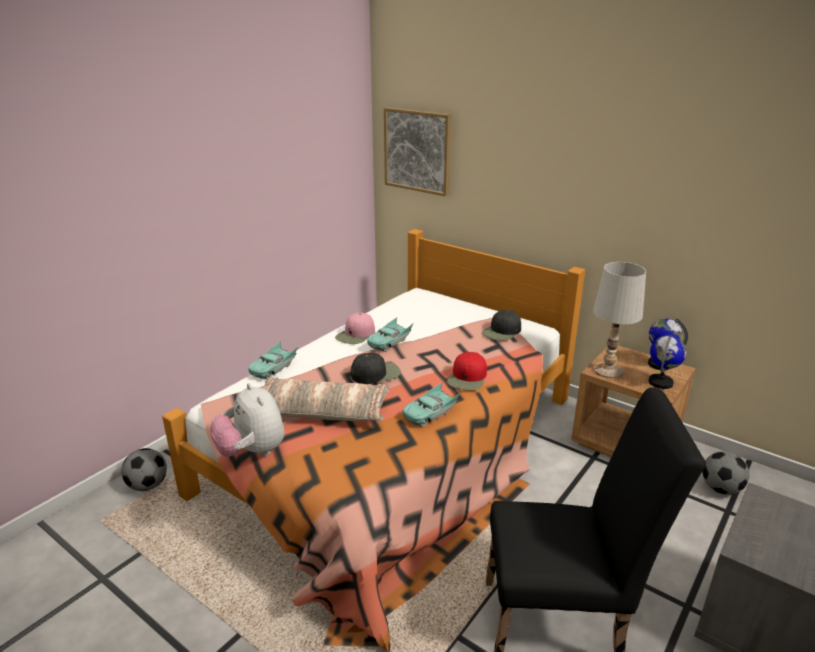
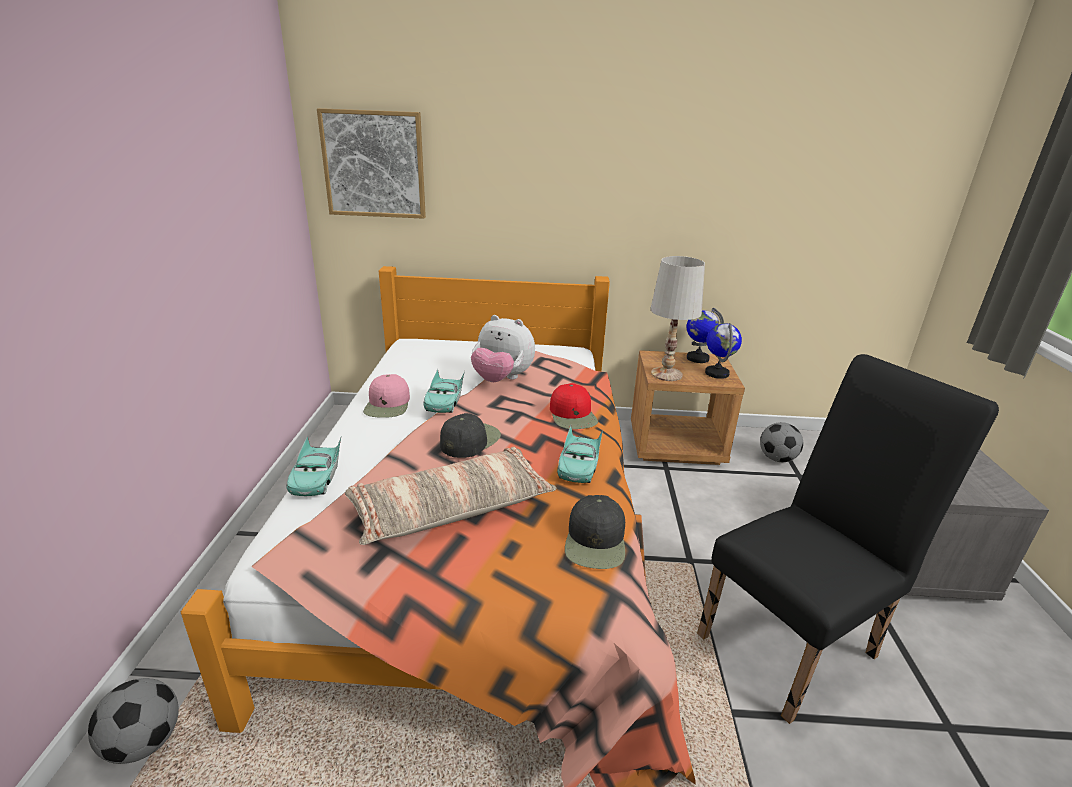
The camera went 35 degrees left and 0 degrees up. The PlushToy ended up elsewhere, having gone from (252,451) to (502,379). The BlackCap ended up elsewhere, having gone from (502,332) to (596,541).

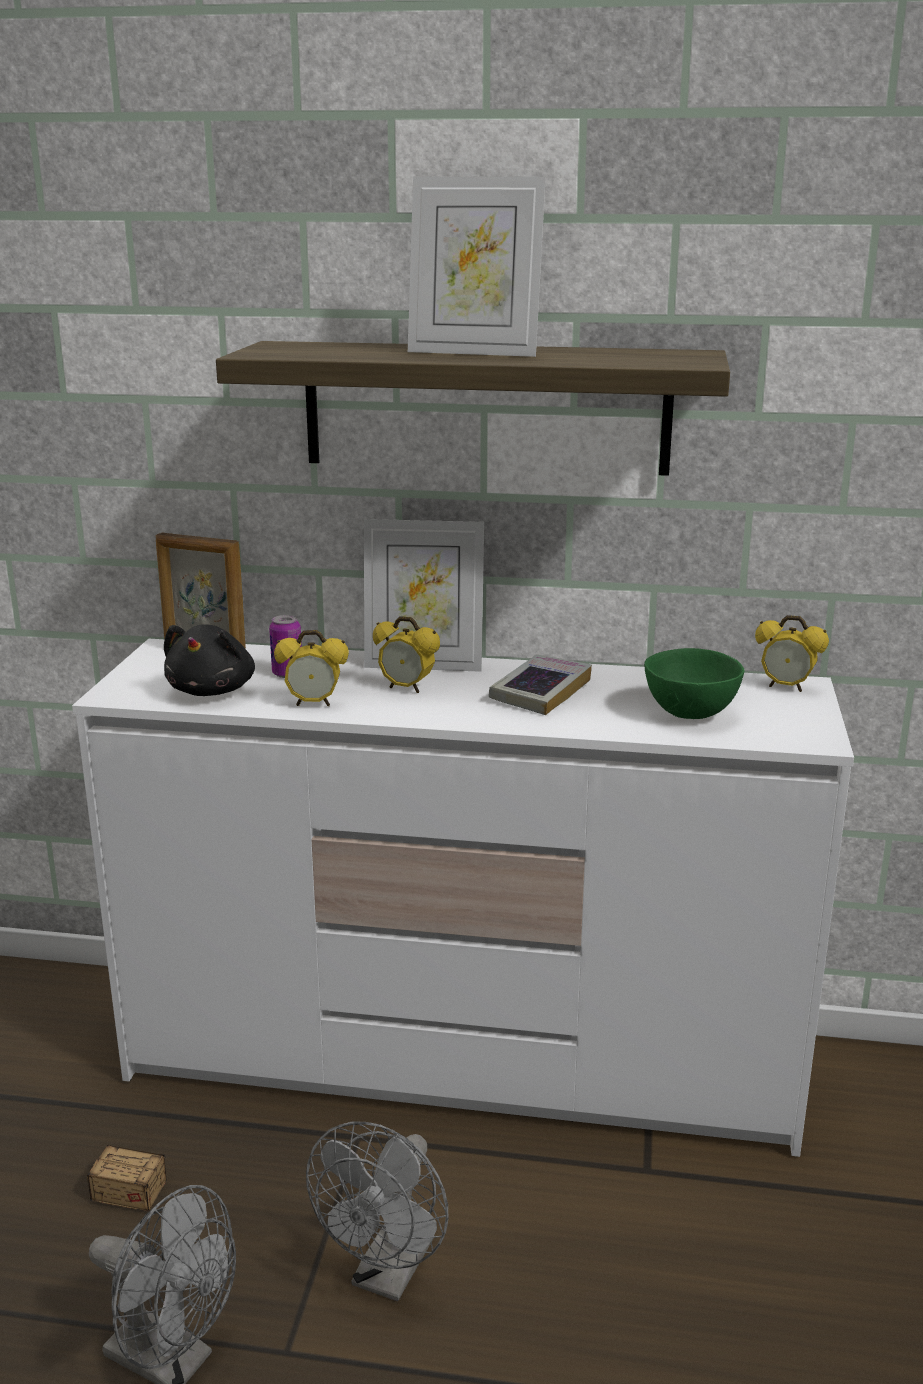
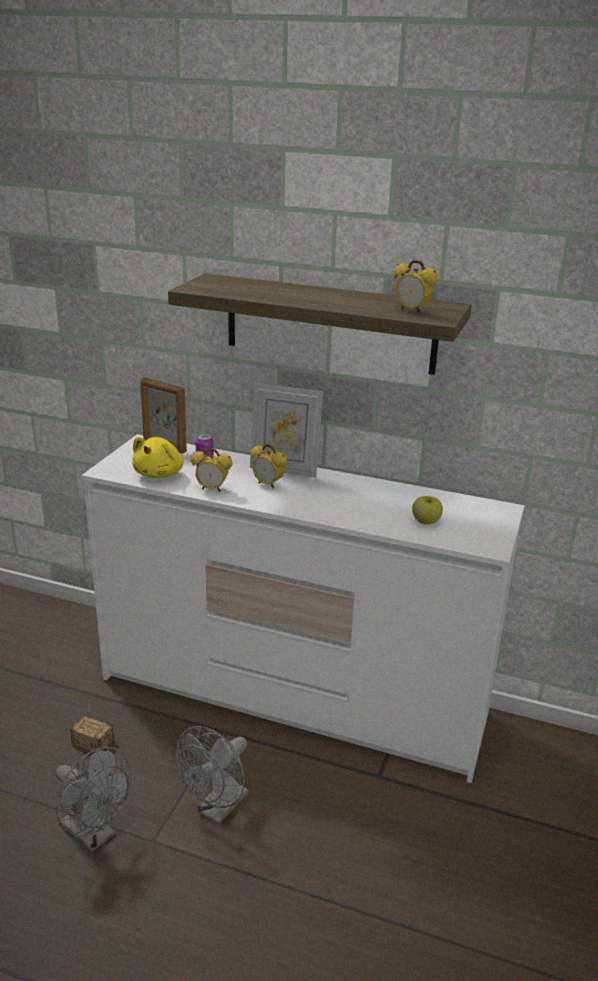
The camera went 10 degrees right and 5 degrees up. What was the BlackPlushToy at (213,690) turned into the YellowPlushToy at (160,474). The AlarmClock ended up elsewhere, having gone from (786,687) to (412,311). Where the GreenBowl stood at (691,714), the Apple came to stand at (426,521). The second view lost the PictureFrame at (474,352). The second view lost the Book at (540,692).

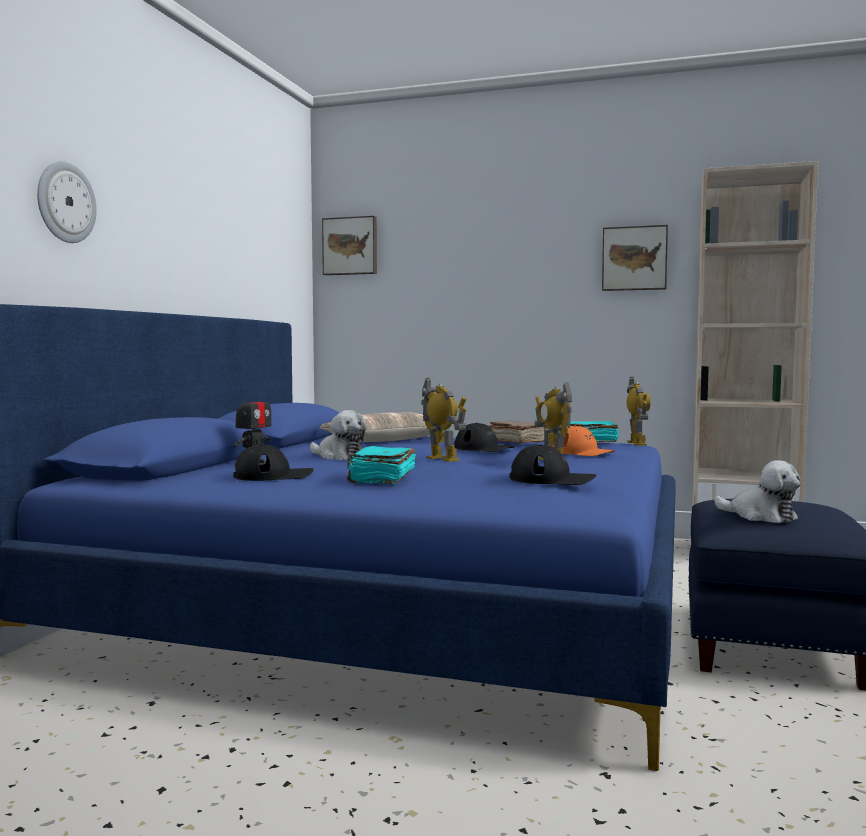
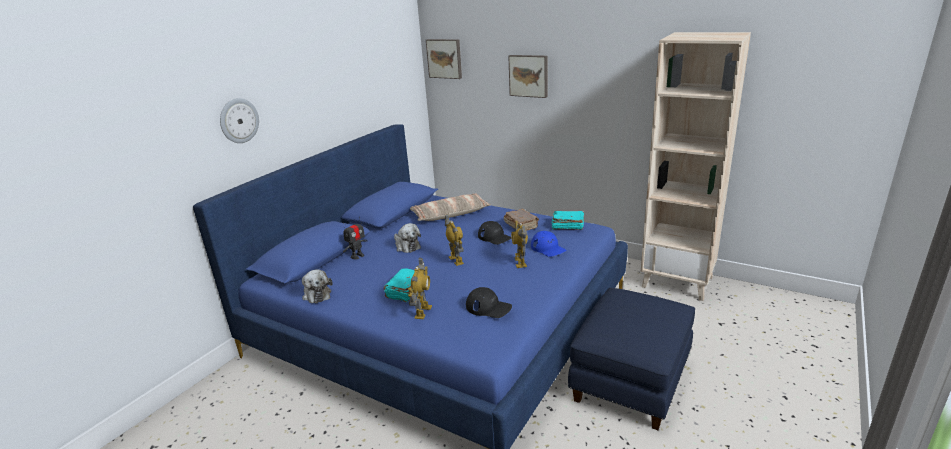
The camera went 15 degrees right and 20 degrees up. The PlushToy ended up elsewhere, having gone from (760,516) to (316,294). The ToyRobot ended up elsewhere, having gone from (637,443) to (422,312). The Picture ended up elsewhere, having gone from (634,258) to (529,75). What was the OrangeCap at (582,452) turned into the BlueCap at (548,248). The second view lost the BlackCap at (273,476).

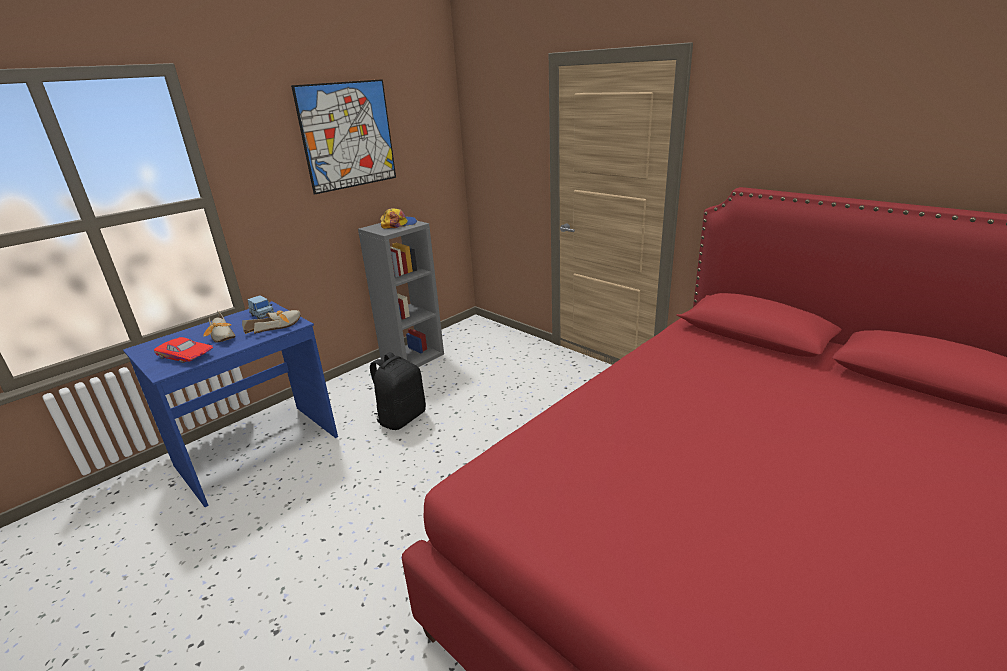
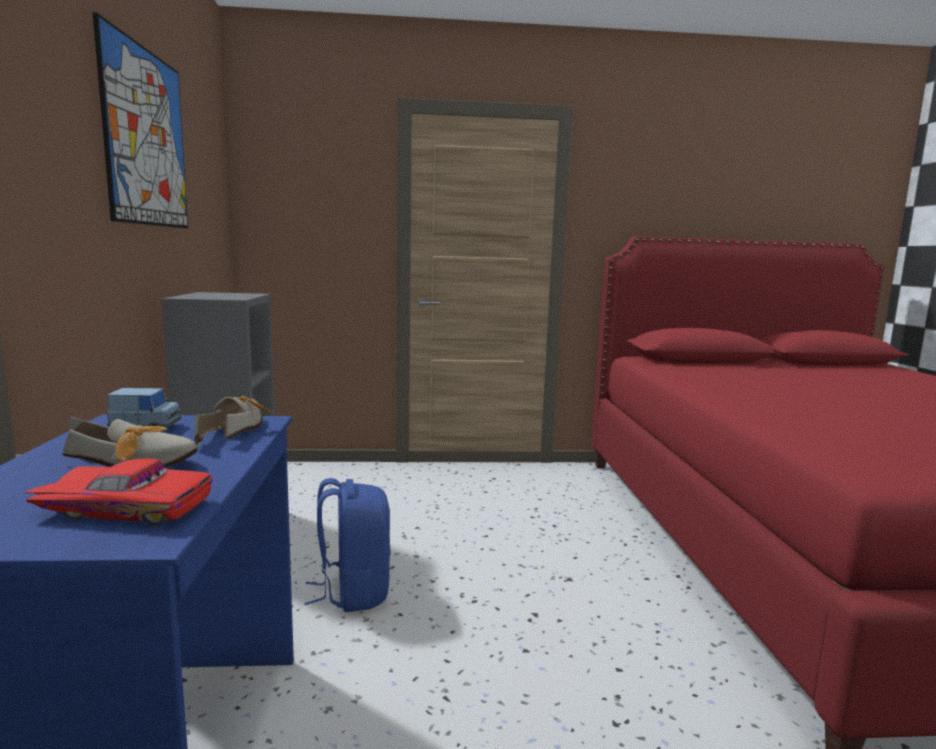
The camera went 50 degrees left and 15 degrees down. The RedToyCar at (184,356) ended up facing another way, 150 degrees counterclockwise from before. What was the BlackBackpack at (401,417) turned into the BlueBackpack at (353,592). The second view lost the Cap at (399,224).

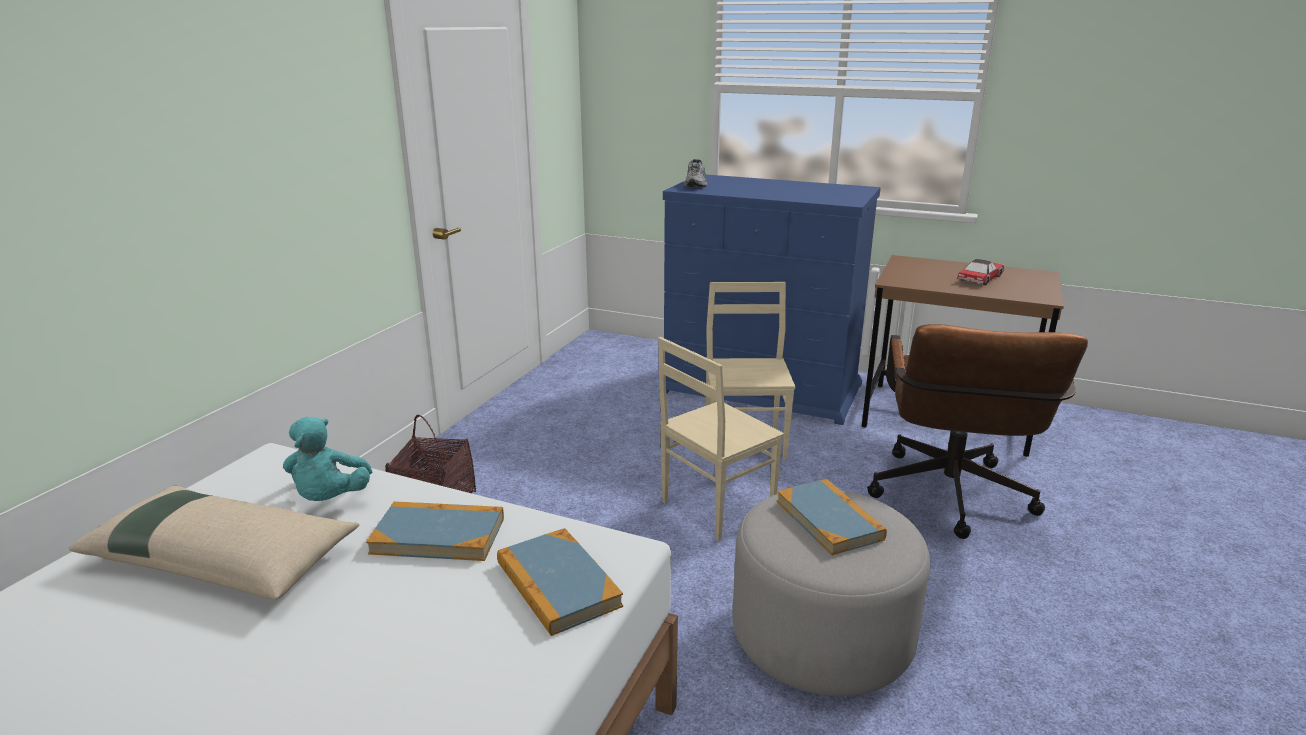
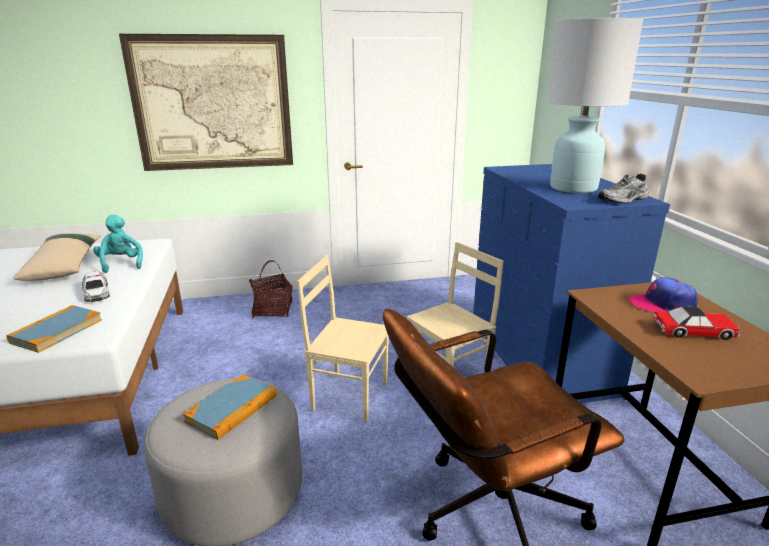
The camera went 55 degrees right and 0 degrees up. Where the Book stood at (438,535), the ToyCar came to stand at (96,293). The TurquoisePlushToy at (330,499) ended up facing another way, 105 degrees clockwise from before. The second view gained the Picture at (213,104). The second view gained the WhiteTableLamp at (573,188). The GreyShoe ended up elsewhere, having gone from (697,184) to (624,200). The second view gained the Cap at (662,304).

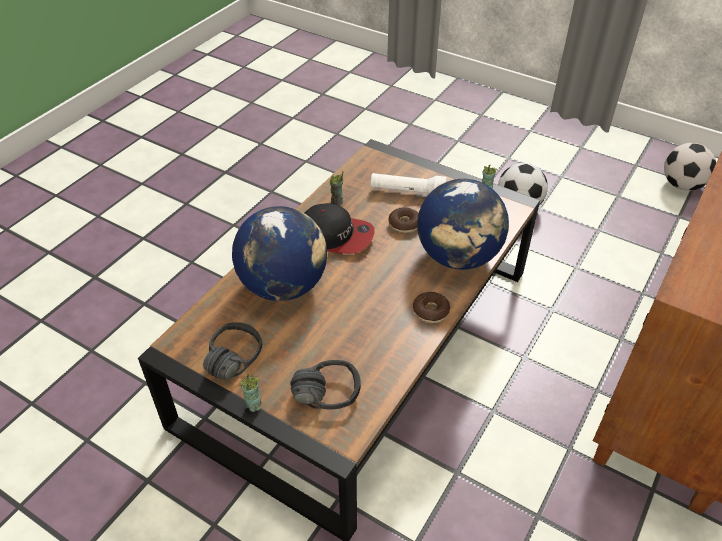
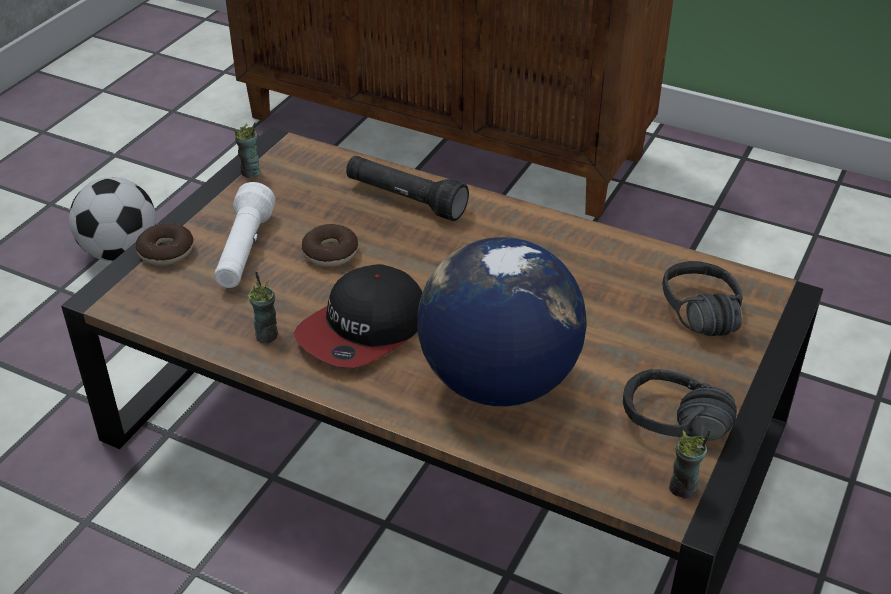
The camera went 95 degrees left and 5 degrees down. The Donut ended up elsewhere, having gone from (430,311) to (166,252). The Cap at (335,236) ended up facing another way, 150 degrees counterclockwise from before. Where the Globe stood at (458,257), the BlackFlashlight came to stand at (405,199). The Cup ended up elsewhere, having gone from (253,405) to (683,489). The second view lost the Football at (682,185).

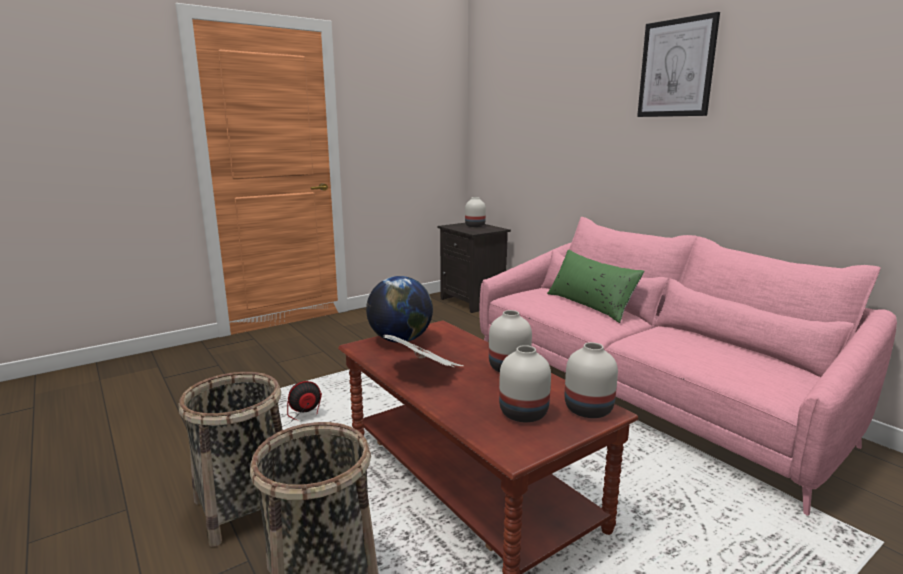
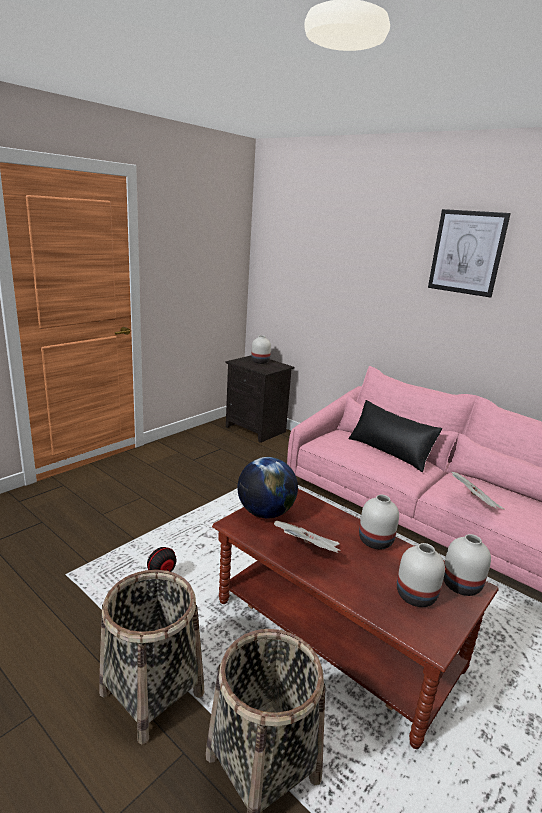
The camera went 15 degrees left and 5 degrees up. What was the GreenPillow at (590,305) turned into the BlackPillow at (389,451). The second view gained the Newspaper at (474,504).

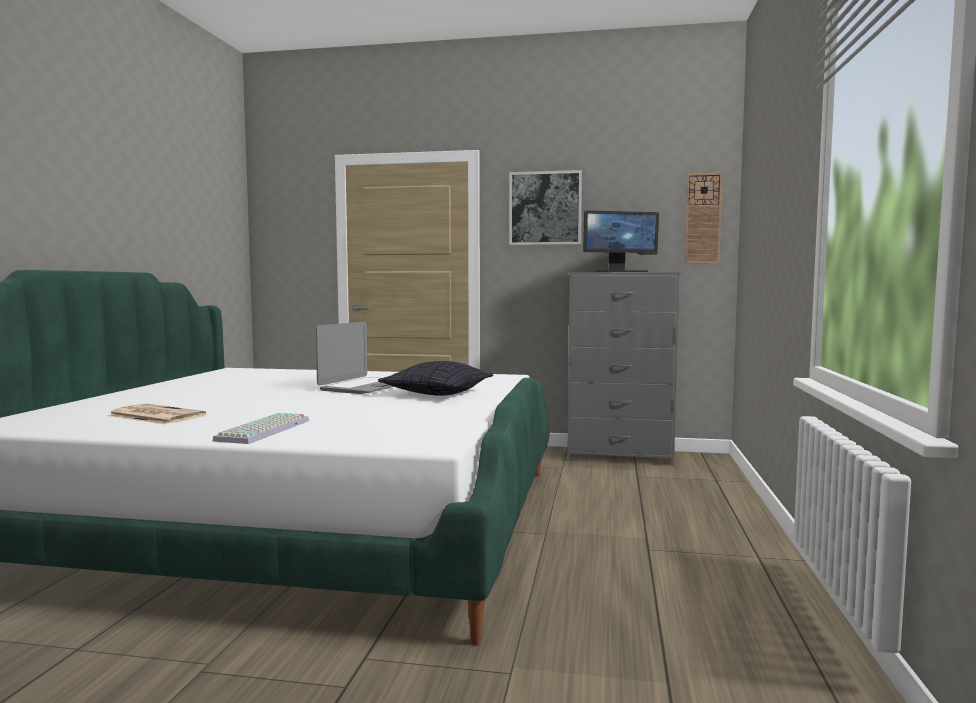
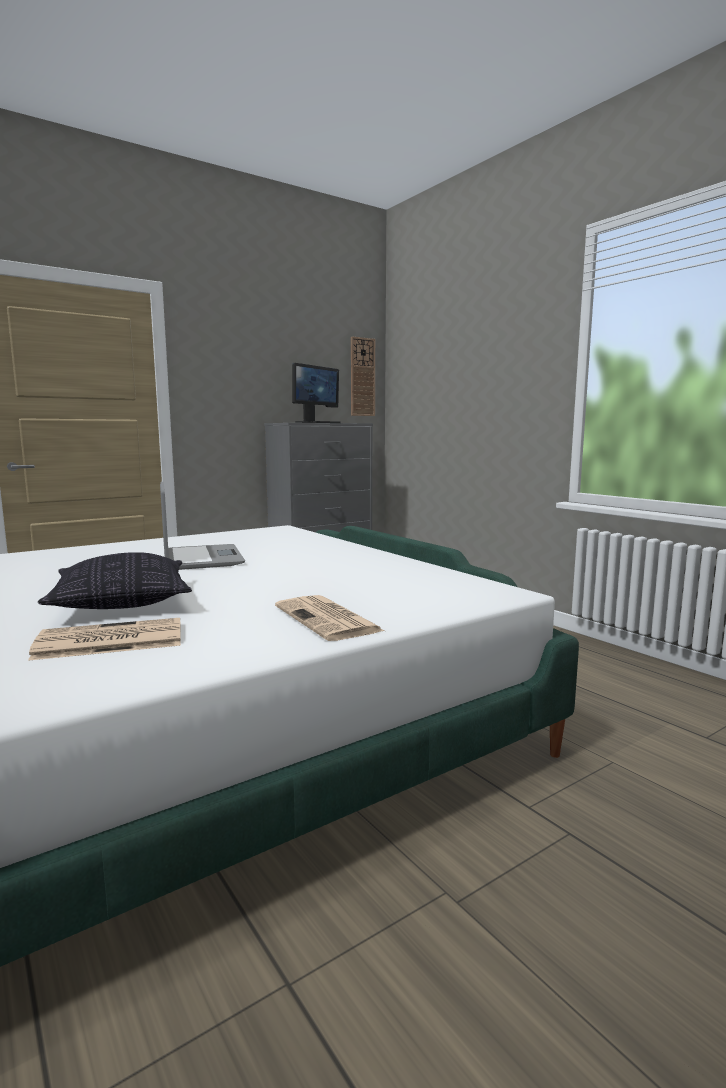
The camera went 45 degrees left and 5 degrees up. The Pillow ended up elsewhere, having gone from (437,393) to (122,603). Where the Keyboard stood at (265,430), the Newspaper came to stand at (328,619). The second view lost the Picture at (545,208).

